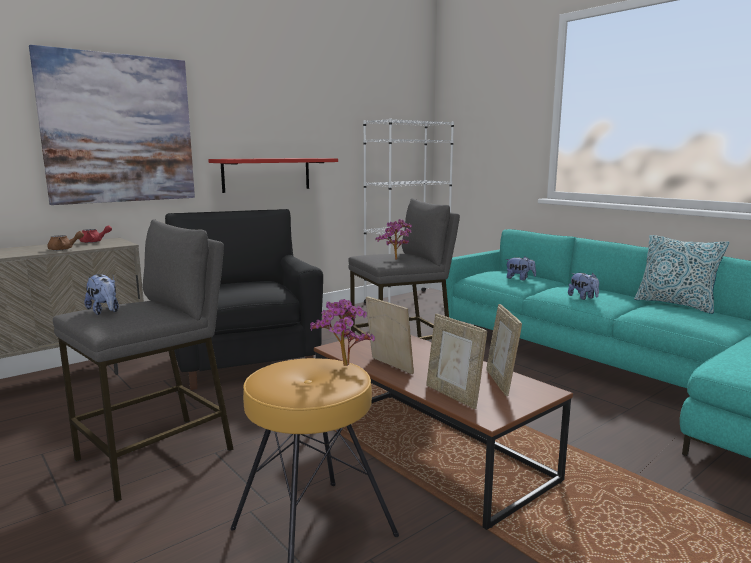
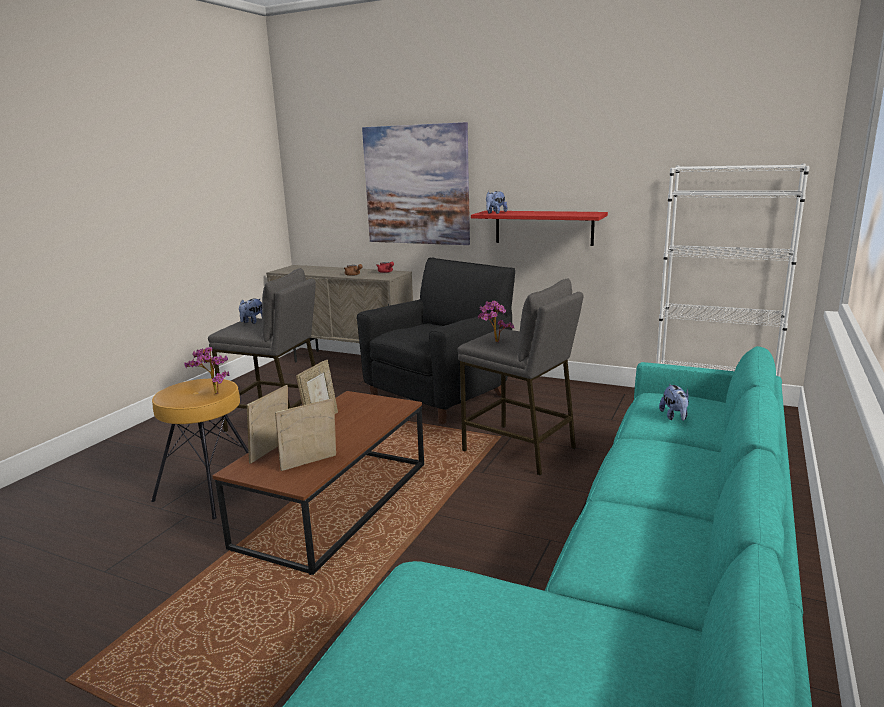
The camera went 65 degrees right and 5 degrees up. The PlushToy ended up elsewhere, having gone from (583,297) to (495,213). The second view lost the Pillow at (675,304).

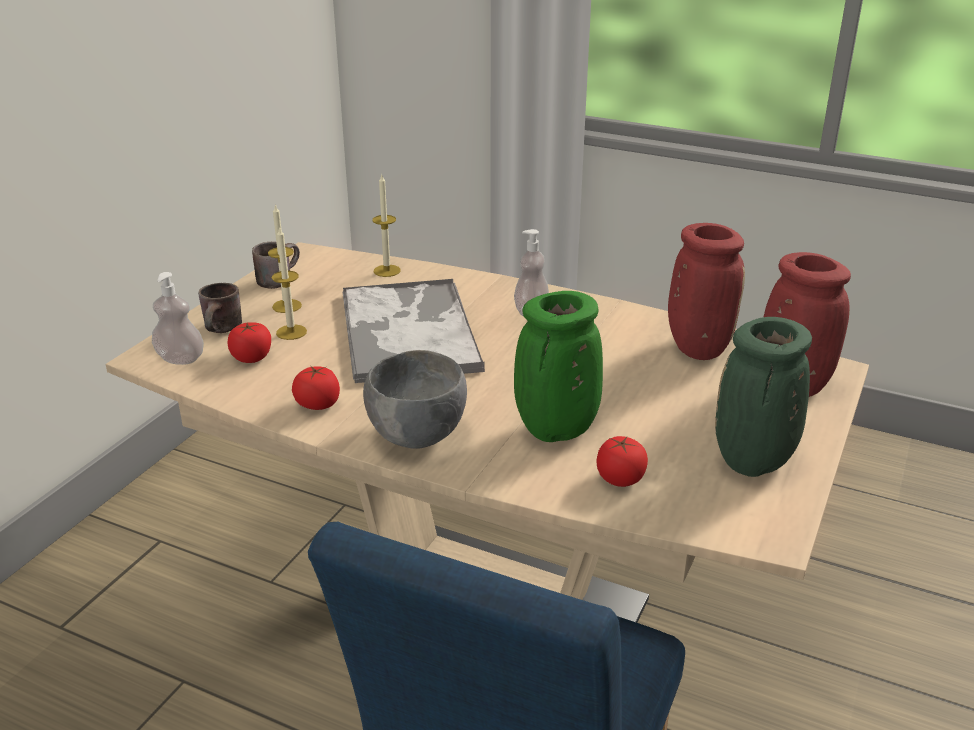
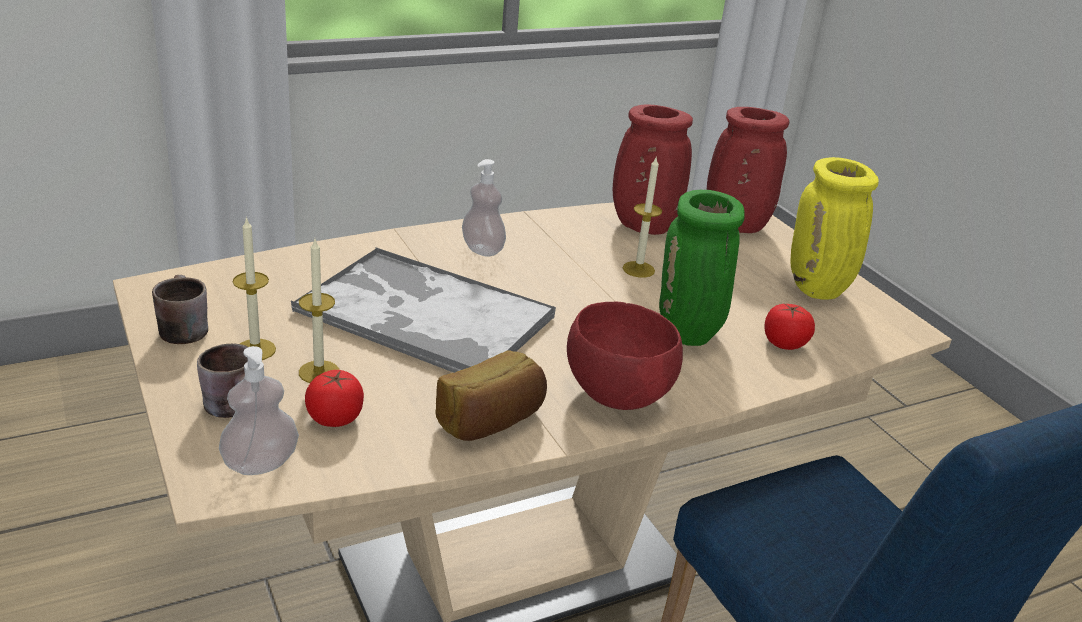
The camera went 55 degrees left and 0 degrees up. Where the Tomato stood at (318,404), the Bread came to stand at (492,421). What was the GreyBowl at (416,436) turned into the RedBowl at (617,396). The Candle ended up elsewhere, having gone from (387,271) to (638,269). What was the GreenVase at (753,464) turned into the YellowVase at (817,290).

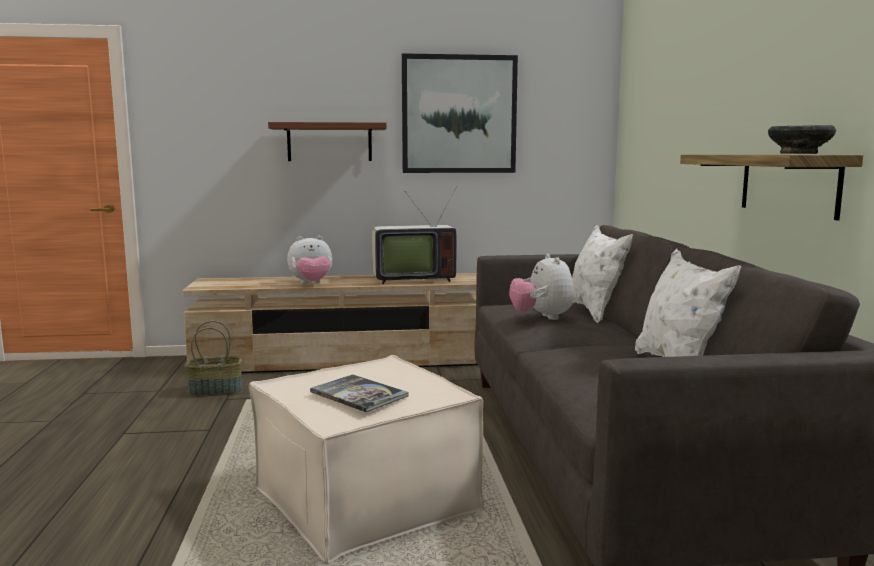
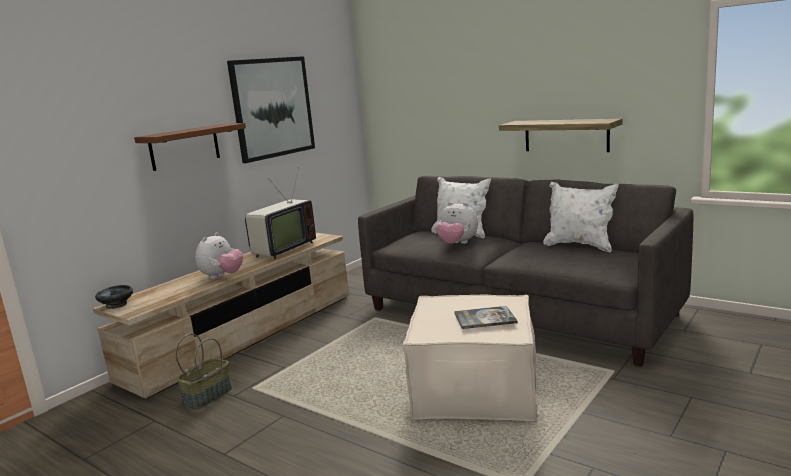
The camera went 45 degrees left and 5 degrees up. The BlackBowl ended up elsewhere, having gone from (799,154) to (117,305).

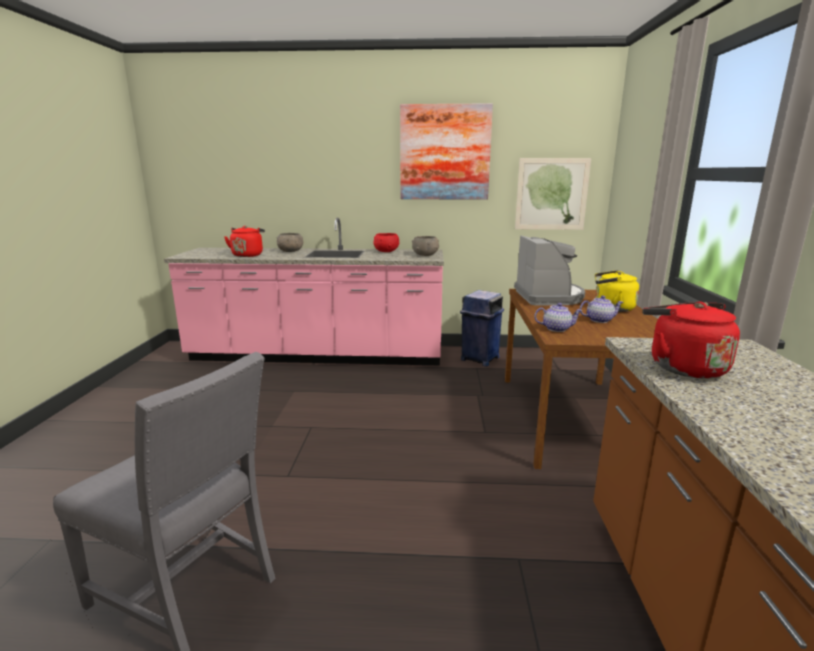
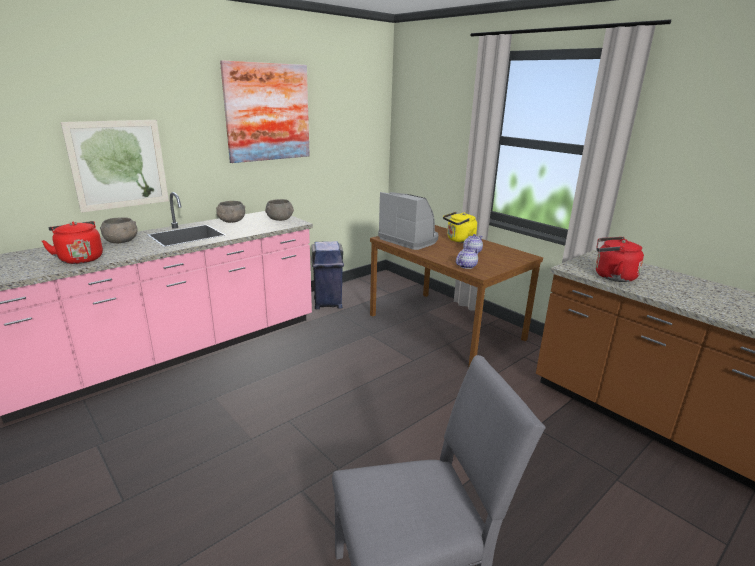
The camera went 45 degrees left and 5 degrees up. The Picture ended up elsewhere, having gone from (551,194) to (119,164). What was the RedBowl at (386,251) turned into the GreyBowl at (231,221).

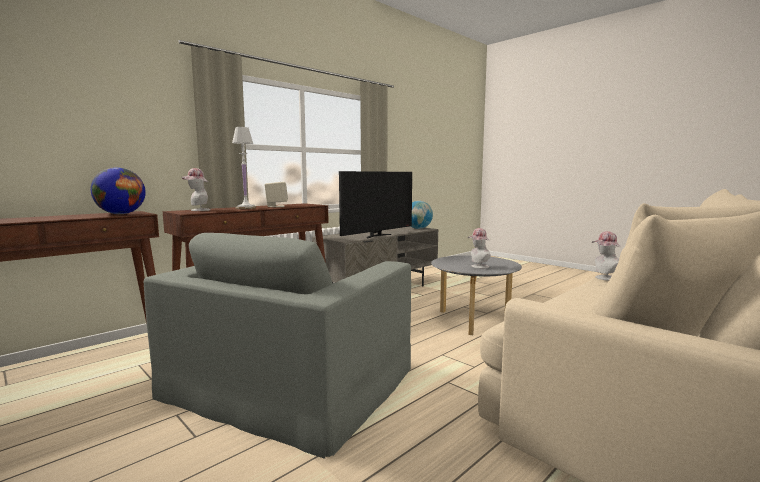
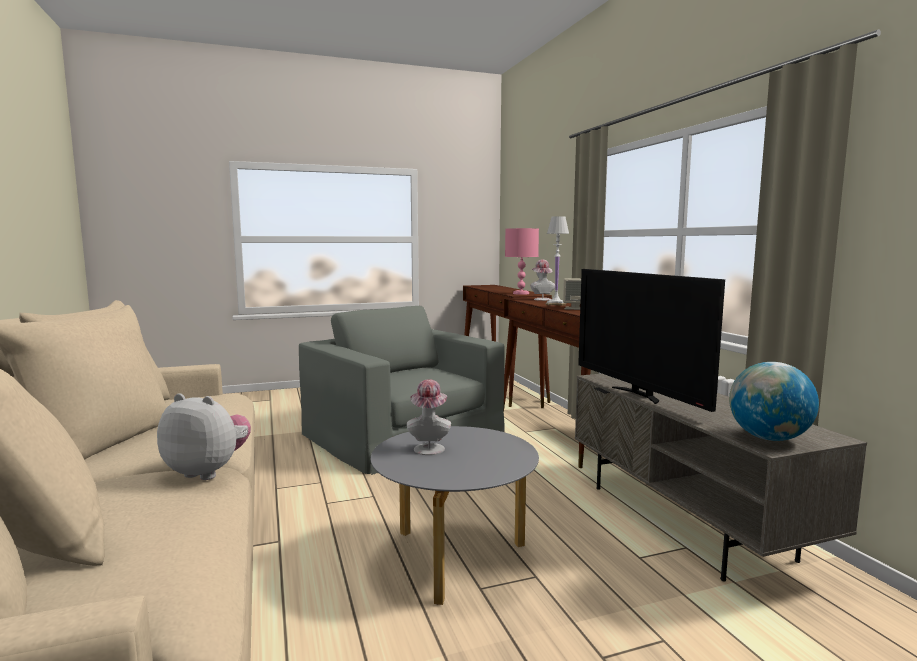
The camera went 115 degrees right and 0 degrees up. Where the Hat stood at (604,278), the PlushToy came to stand at (208,471). Where the Globe stood at (121,214), the PinkTableLamp came to stand at (520,293).

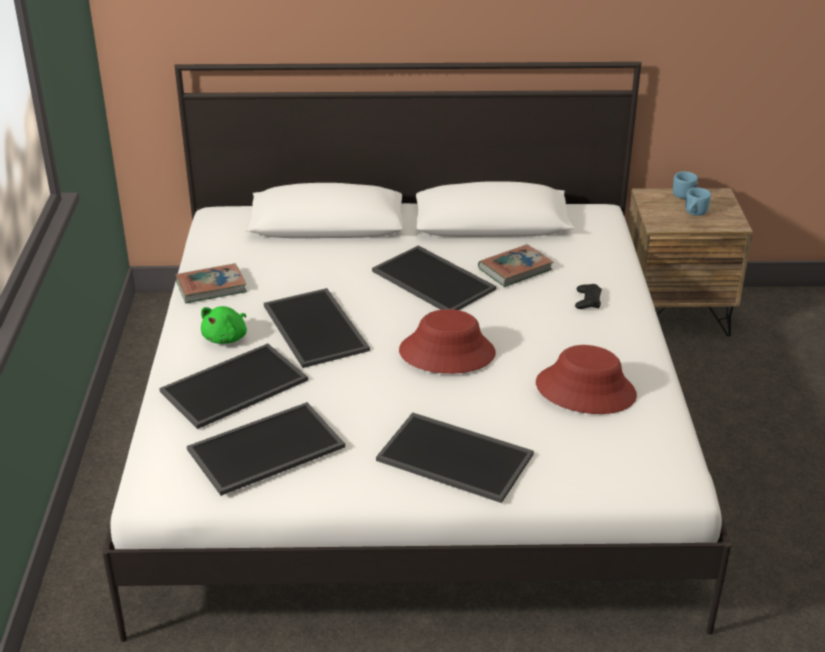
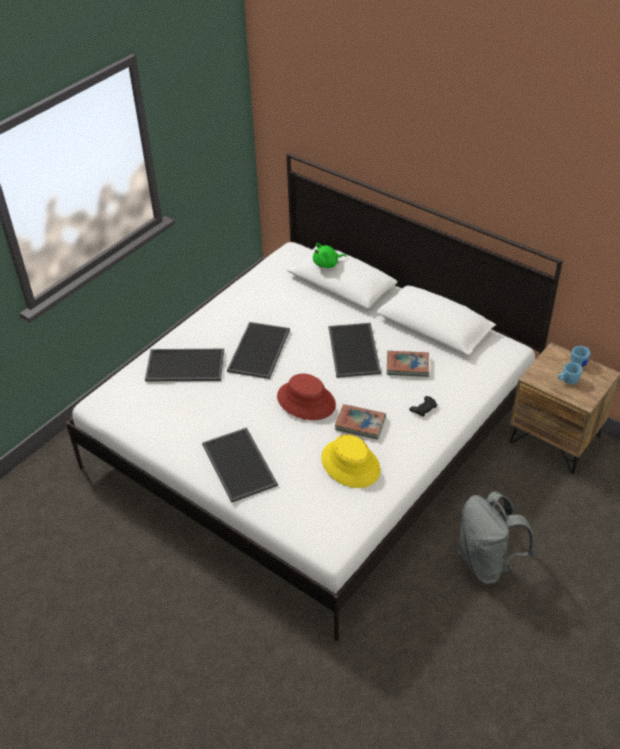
The camera went 40 degrees right and 10 degrees up. The GreenPlushToy ended up elsewhere, having gone from (226,338) to (327,264). What was the RedHat at (585,390) turned into the YellowHat at (350,464). The Book ended up elsewhere, having gone from (211,287) to (360,424). The second view gained the GreyBackpack at (487,562). The second view lost the Tray at (265,450).

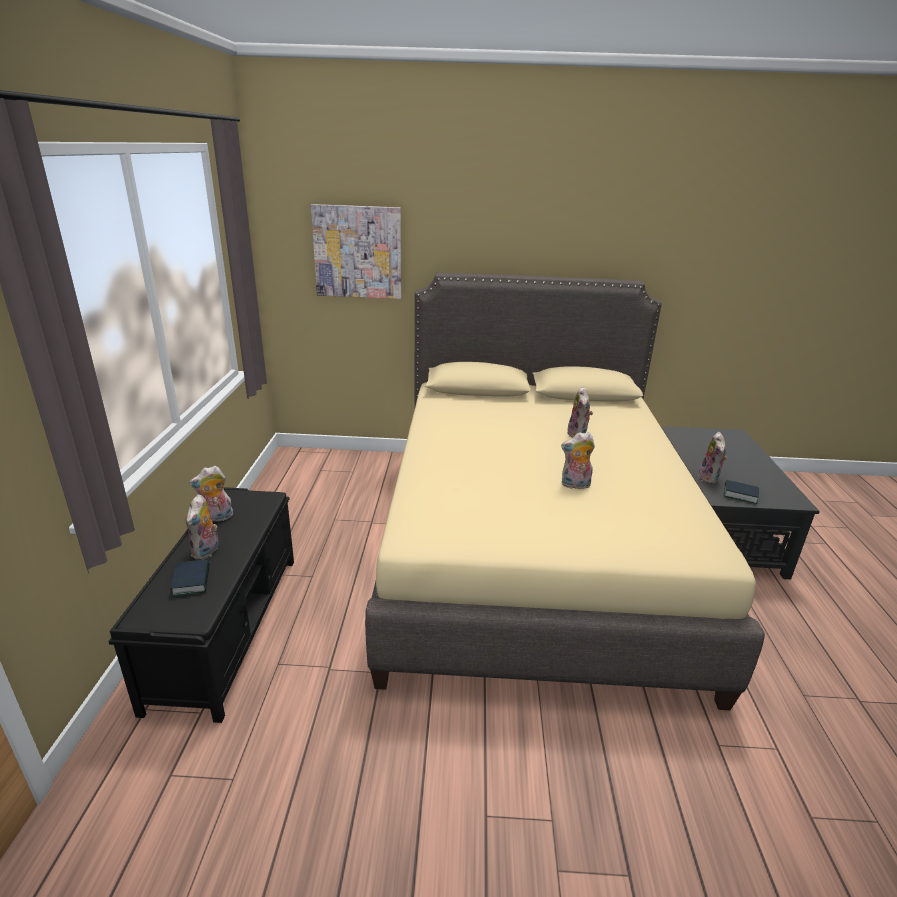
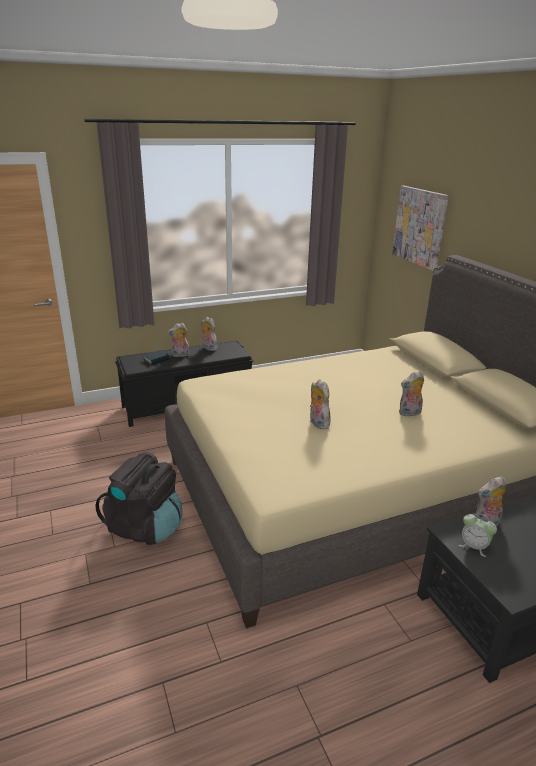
The camera went 65 degrees right and 0 degrees up. The second view gained the BlackBackpack at (145,527). Where the Book stood at (740,495), the AlarmClock came to stand at (474,546).

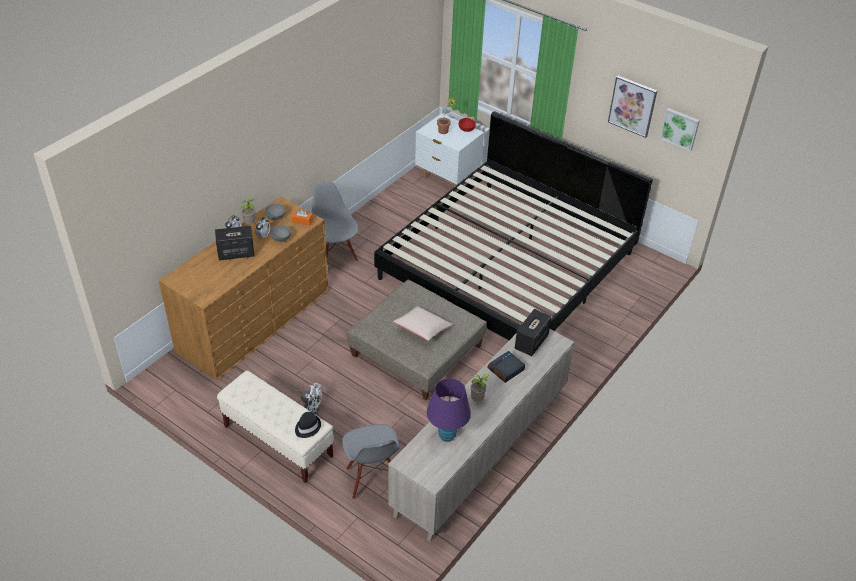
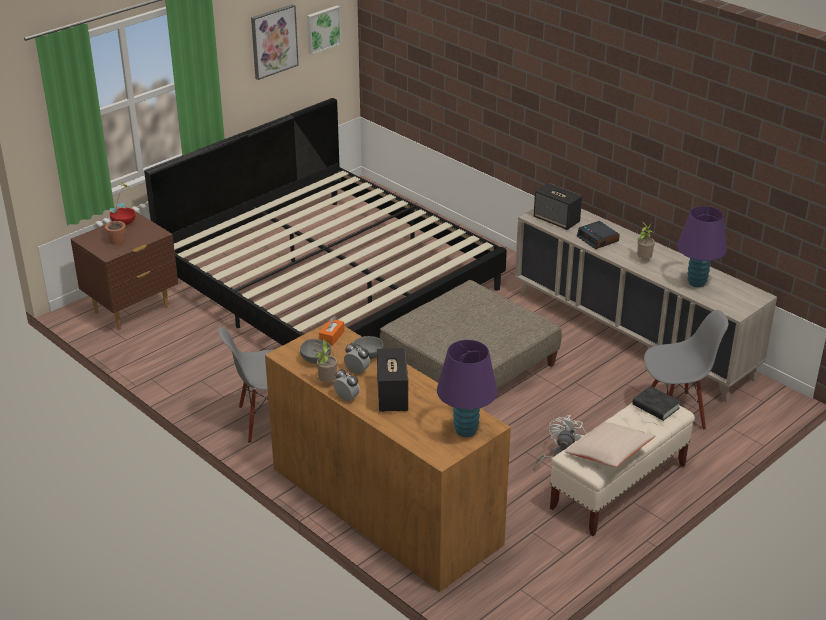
The camera went 80 degrees left and 10 degrees down. What was the WhiteNightstand at (447,180) turned into the BrownNightstand at (132,310). The second view gained the PurpleTableLamp at (466,430). The BeigePillow ended up elsewhere, having gone from (422,329) to (608,454). Where the BlackHat stood at (307,427), the BlackBook came to stand at (655,406).

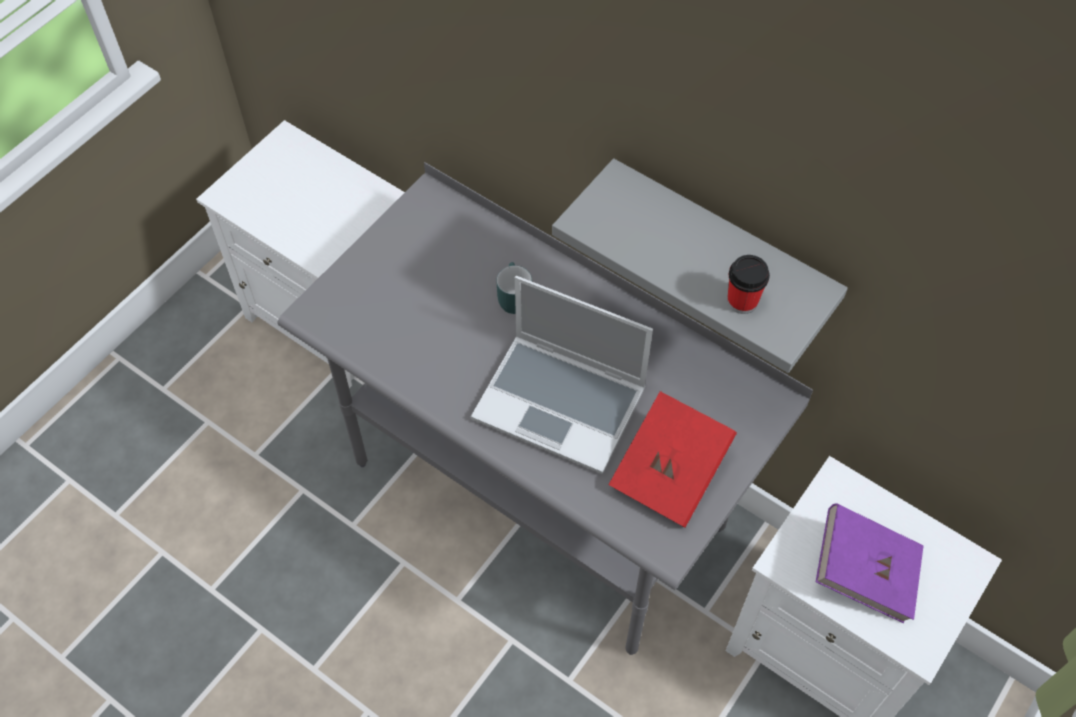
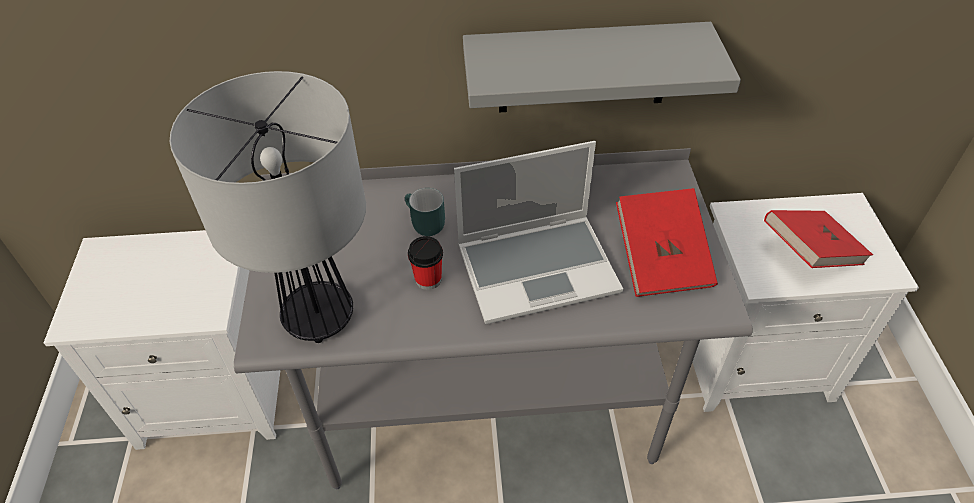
The camera went 40 degrees left and 10 degrees down. The second view gained the TableLamp at (319,318). The Cup ended up elsewhere, having gone from (742,301) to (428,279). What was the PurpleBook at (864,573) turned into the RedBook at (809,253).

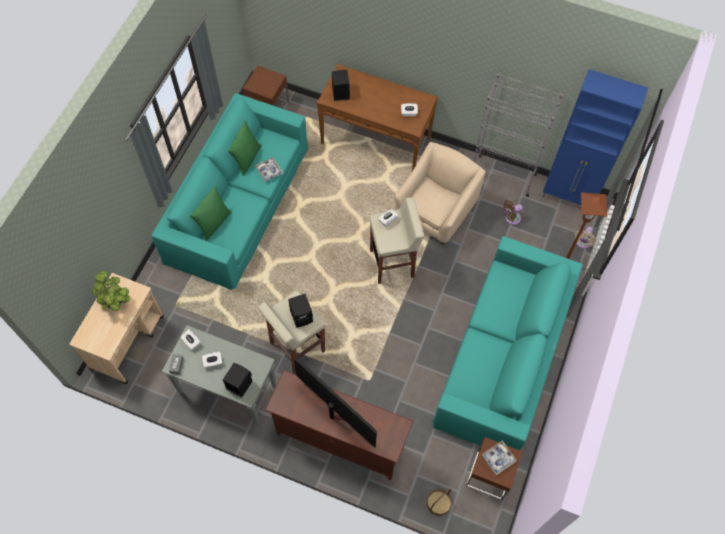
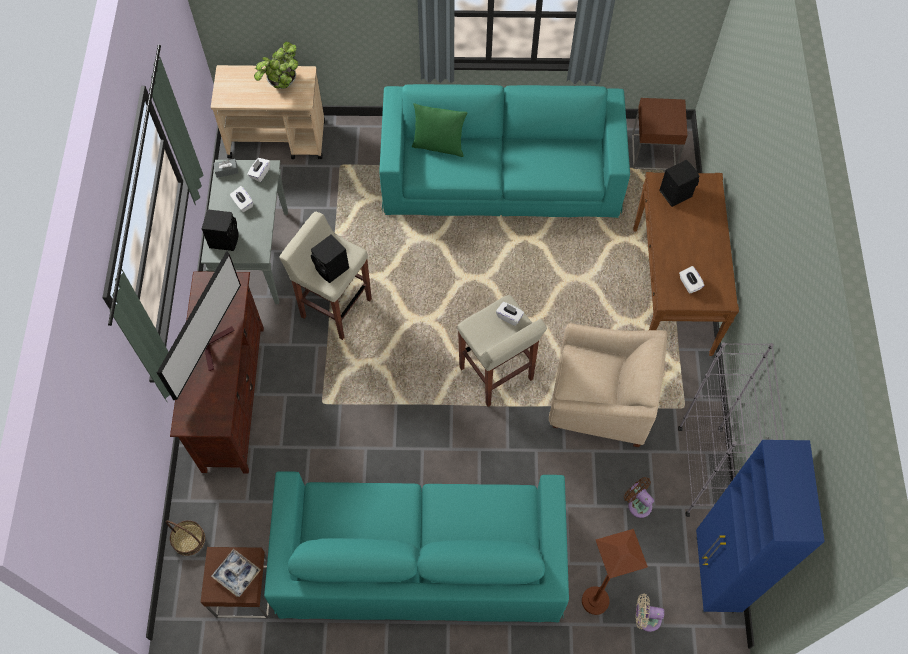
The camera went 70 degrees right and 0 degrees up. The second view lost the GreenPillow at (246,159). The second view lost the Tray at (269,171).

